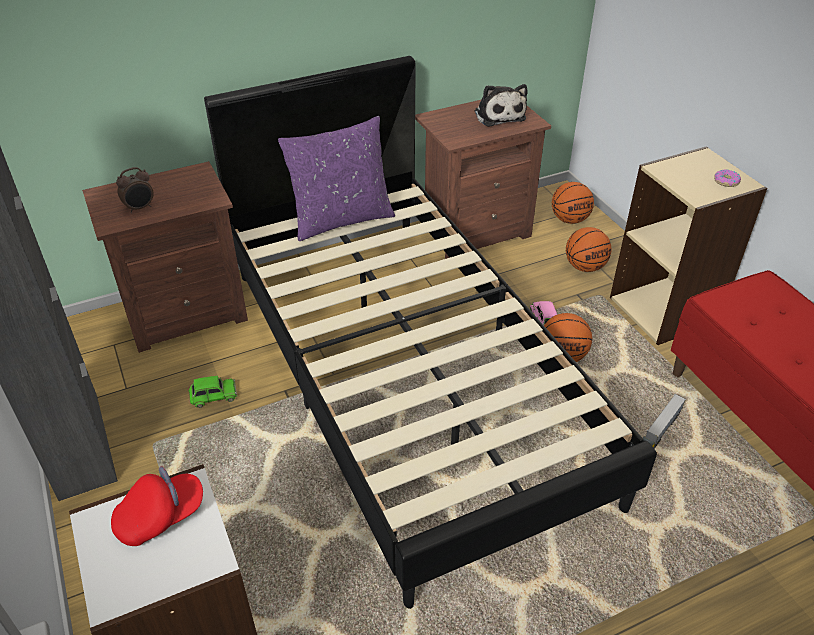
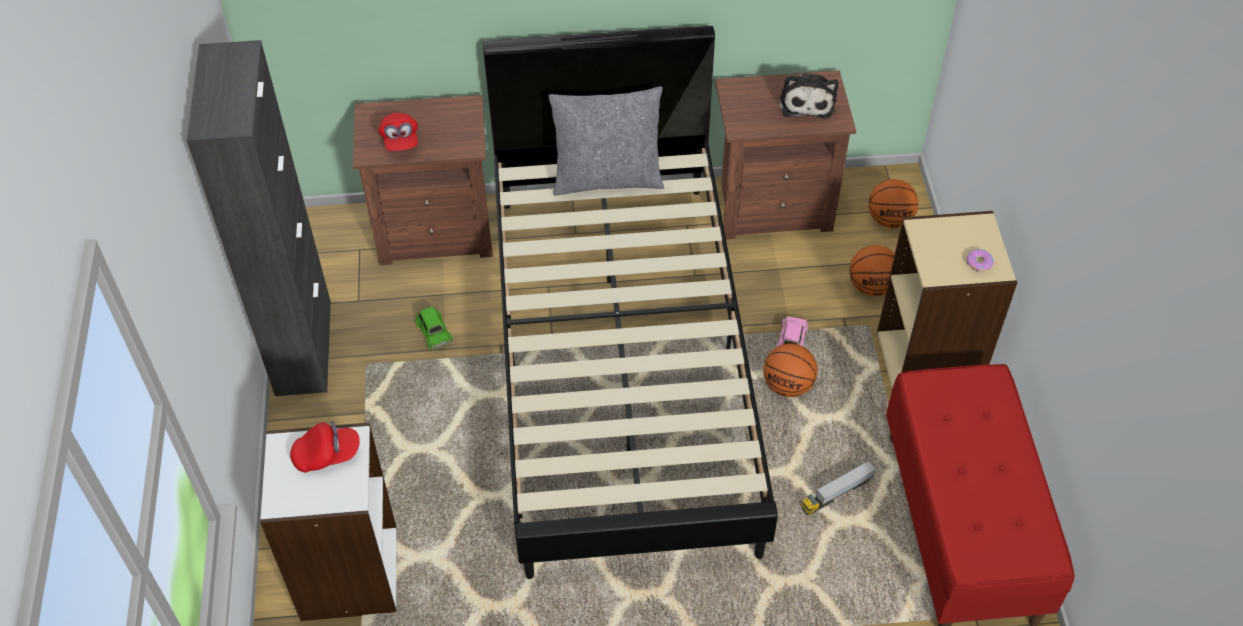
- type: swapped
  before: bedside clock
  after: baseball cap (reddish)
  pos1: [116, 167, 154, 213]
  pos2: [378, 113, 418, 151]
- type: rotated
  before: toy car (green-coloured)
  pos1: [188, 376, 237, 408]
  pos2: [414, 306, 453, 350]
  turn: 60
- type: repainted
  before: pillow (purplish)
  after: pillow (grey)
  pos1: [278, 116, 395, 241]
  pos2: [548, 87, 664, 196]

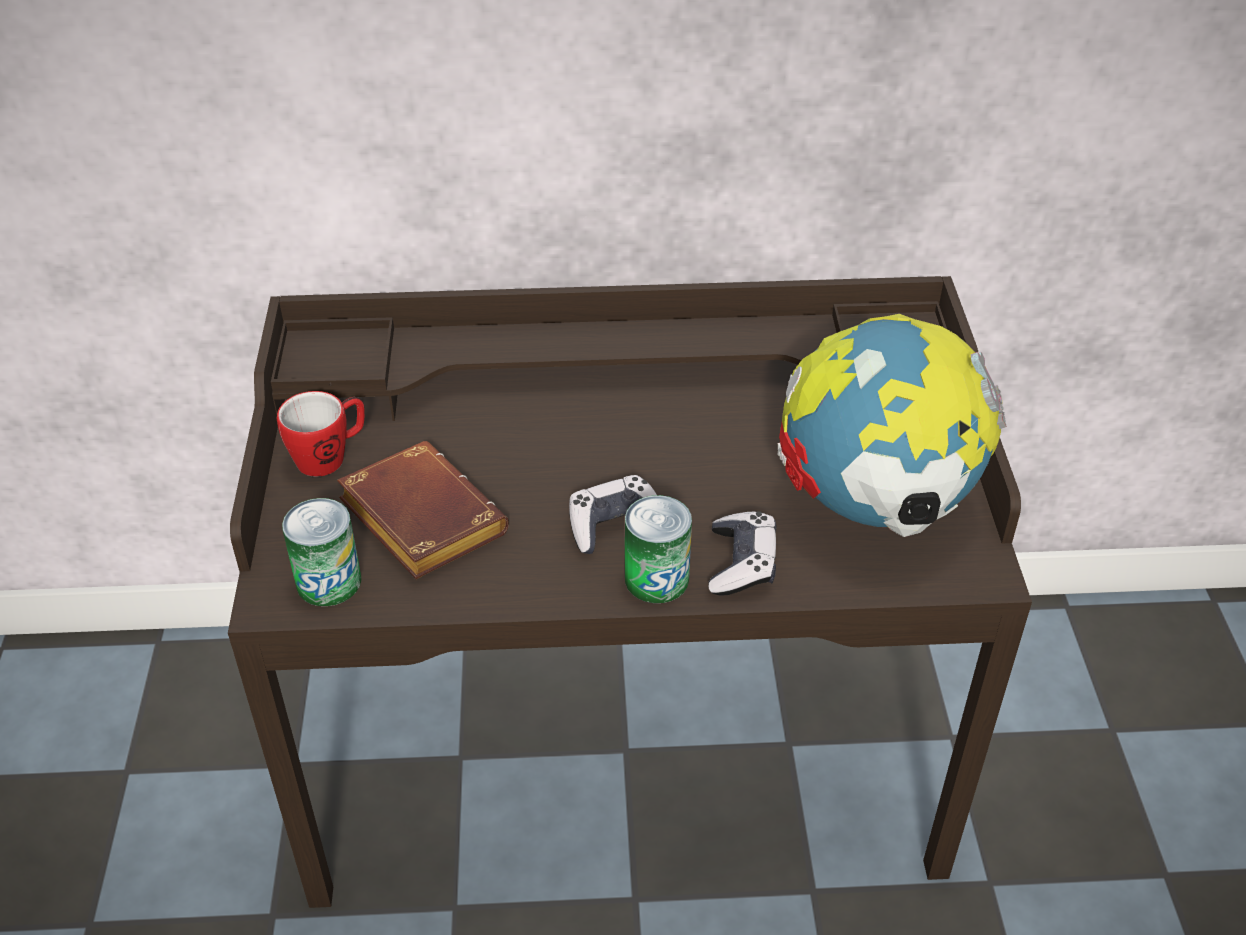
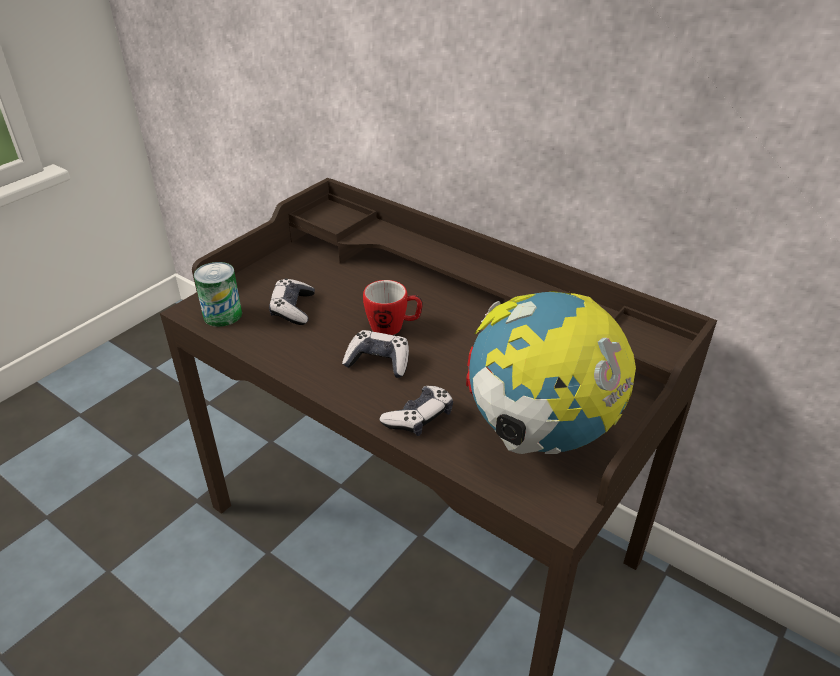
- type: shifted
  before: coffee mug
  pos1: [277, 391, 365, 477]
  pos2: [363, 280, 423, 335]
- type: swapped
  before: bound book (brownish)
  after: joypad
  pos1: [337, 441, 509, 579]
  pos2: [269, 279, 315, 325]
- type: gone
  before: metal can
  pos1: [625, 495, 692, 603]

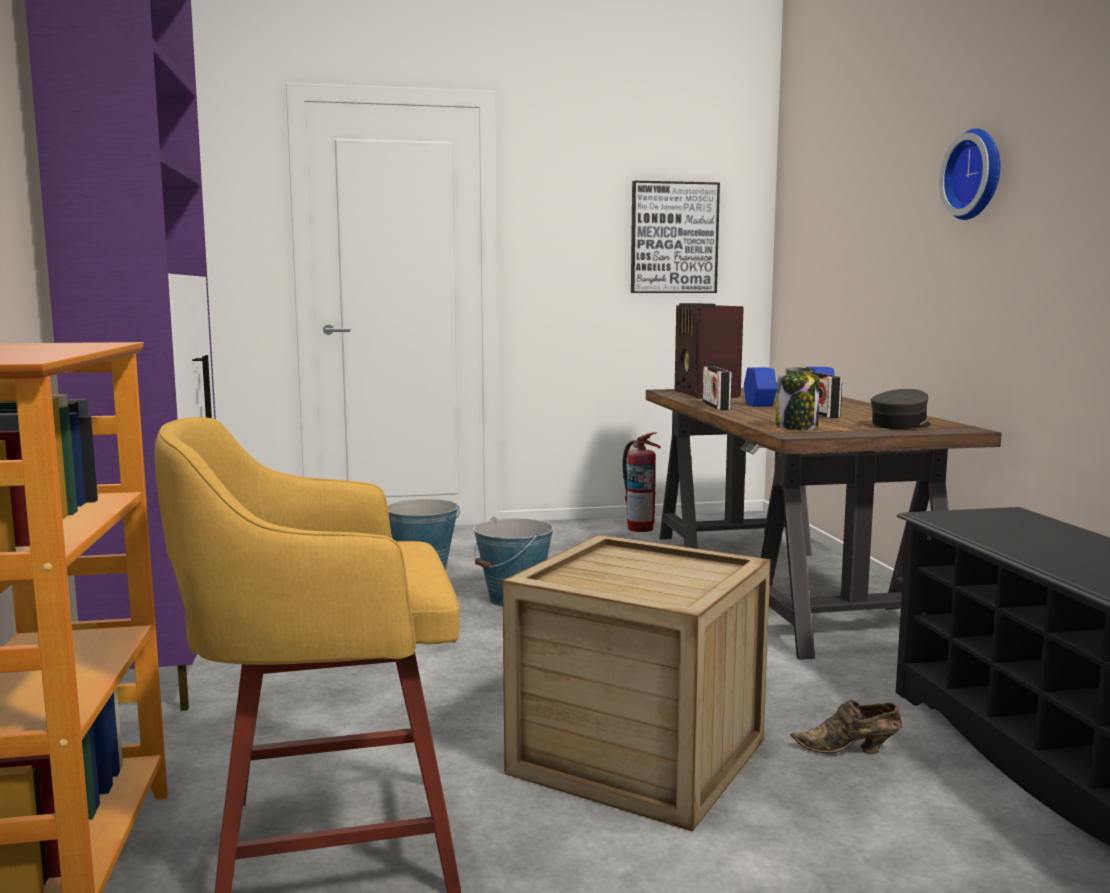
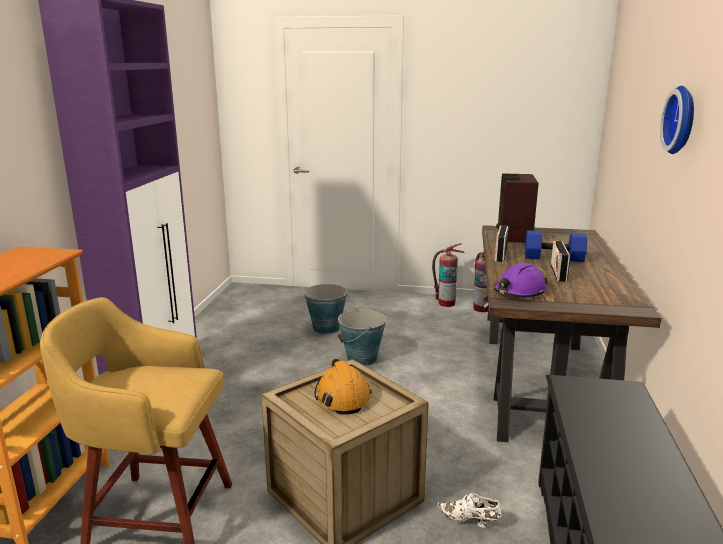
- type: gone
  before: wall picture
  pos1: [631, 181, 720, 293]
- type: swapped
  before: storage jar
  after: work helmet (purplish)
  pos1: [776, 367, 820, 430]
  pos2: [493, 263, 549, 297]
- type: repainted
  before: low shoe (brownish)
  after: low shoe (white)
  pos1: [791, 700, 902, 754]
  pos2: [437, 493, 502, 528]
- type: gone
  before: baseball cap (grey)
  pos1: [871, 389, 931, 429]
- type: new
  after: work helmet (orange)
  pos2: [315, 359, 372, 415]
- type: new
  after: fire-fighting cylinder
  pos2: [432, 243, 464, 307]

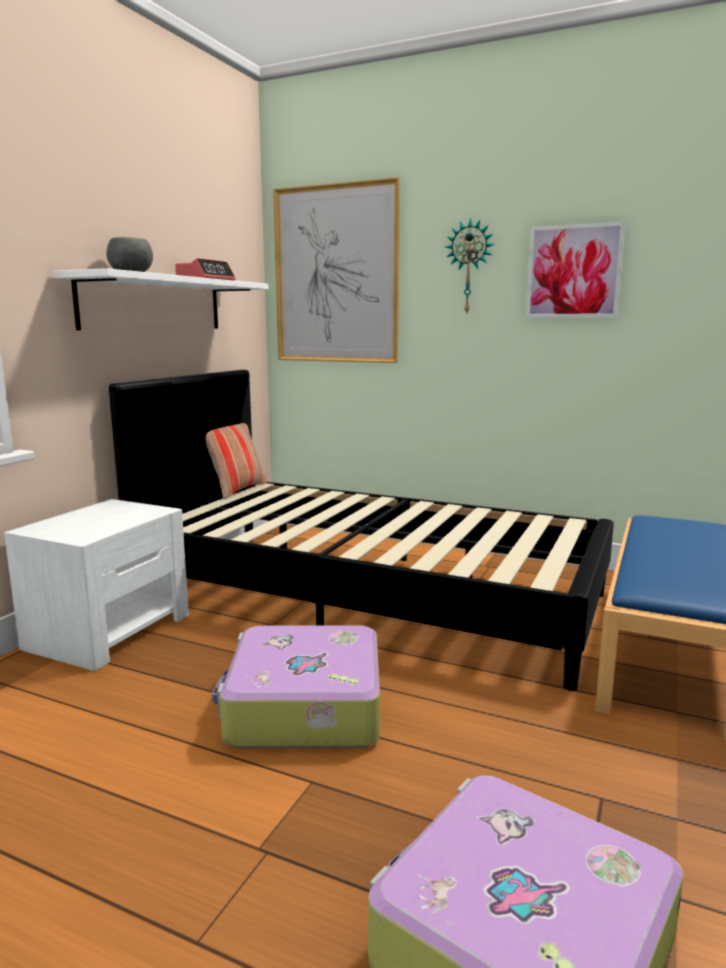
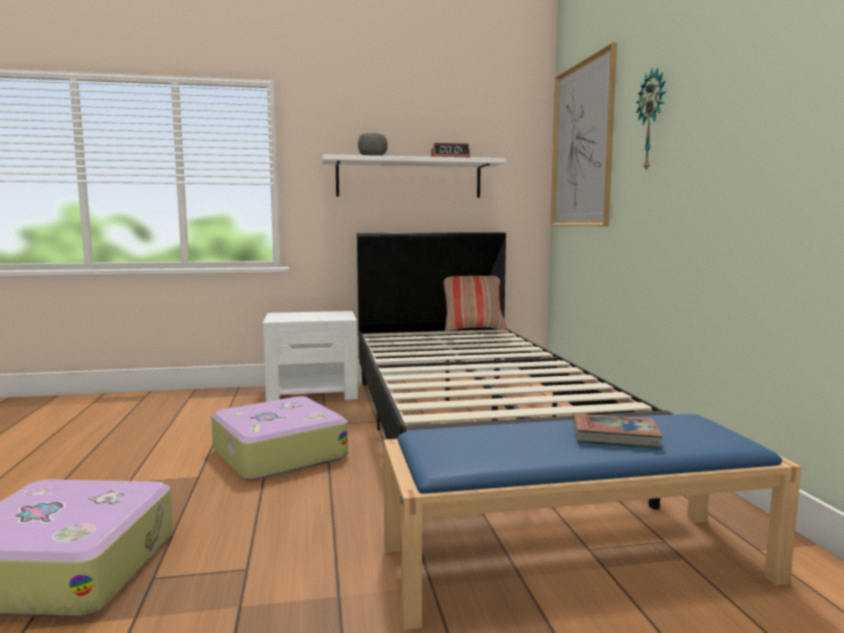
- type: gone
  before: wall picture
  pos1: [526, 222, 626, 318]
- type: new
  after: bound book
  pos2: [573, 414, 663, 449]

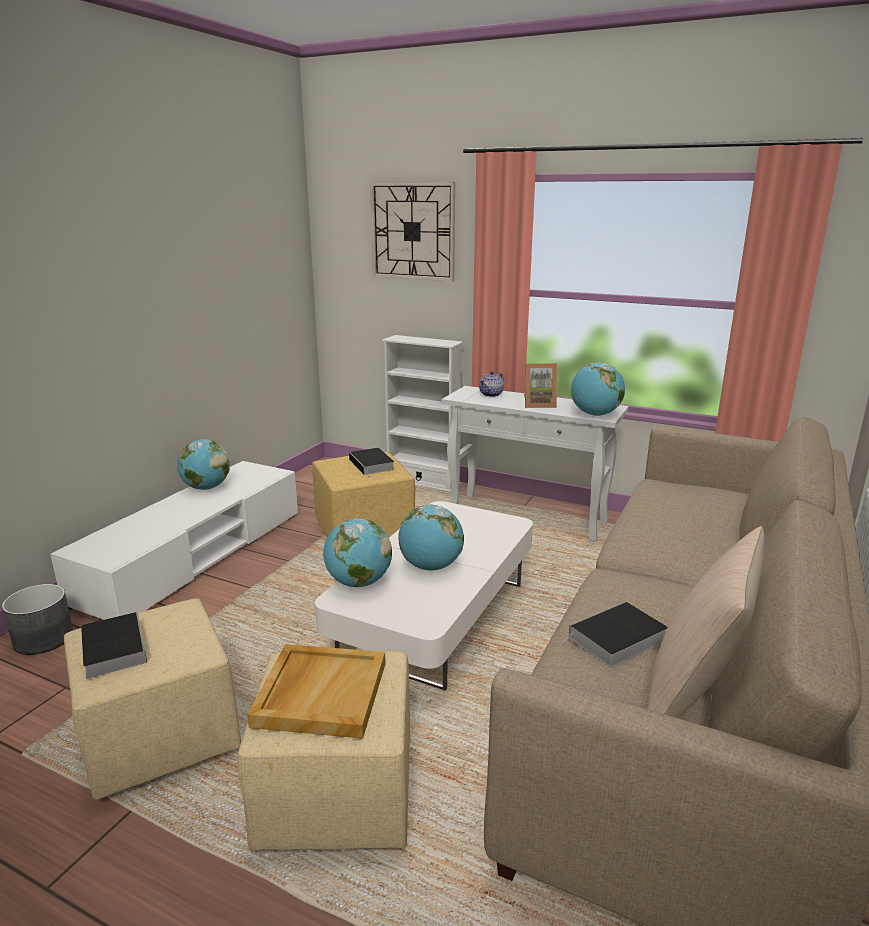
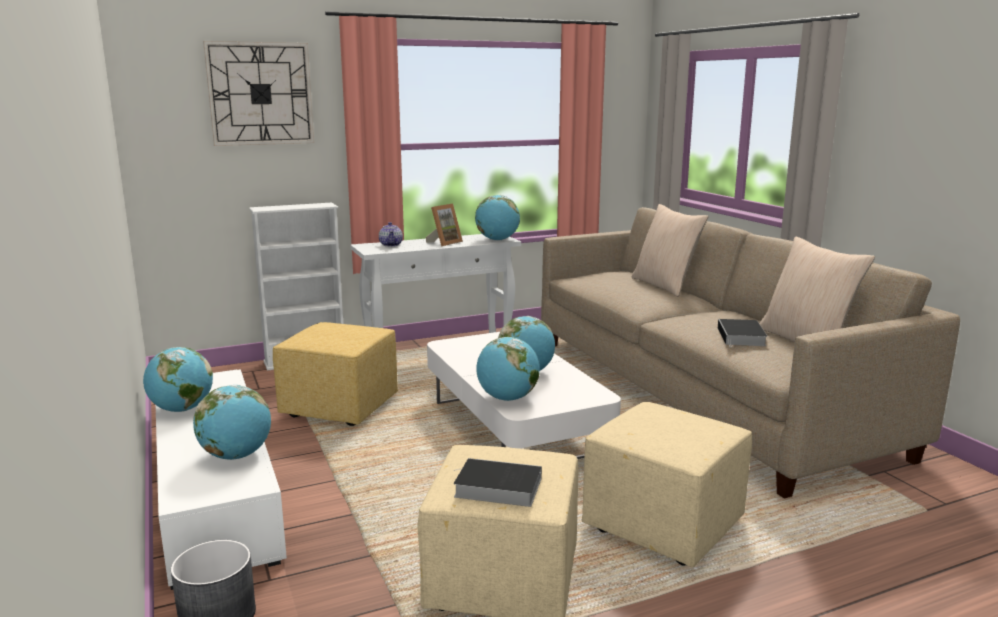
- type: gone
  before: tray (beige-coloured)
  pos1: [247, 644, 385, 739]
- type: gone
  before: bound book
  pos1: [349, 448, 395, 477]
- type: new
  after: globe
  pos2: [193, 385, 271, 460]
- type: new
  after: pillow (beige-coloured)
  pos2: [632, 204, 709, 297]

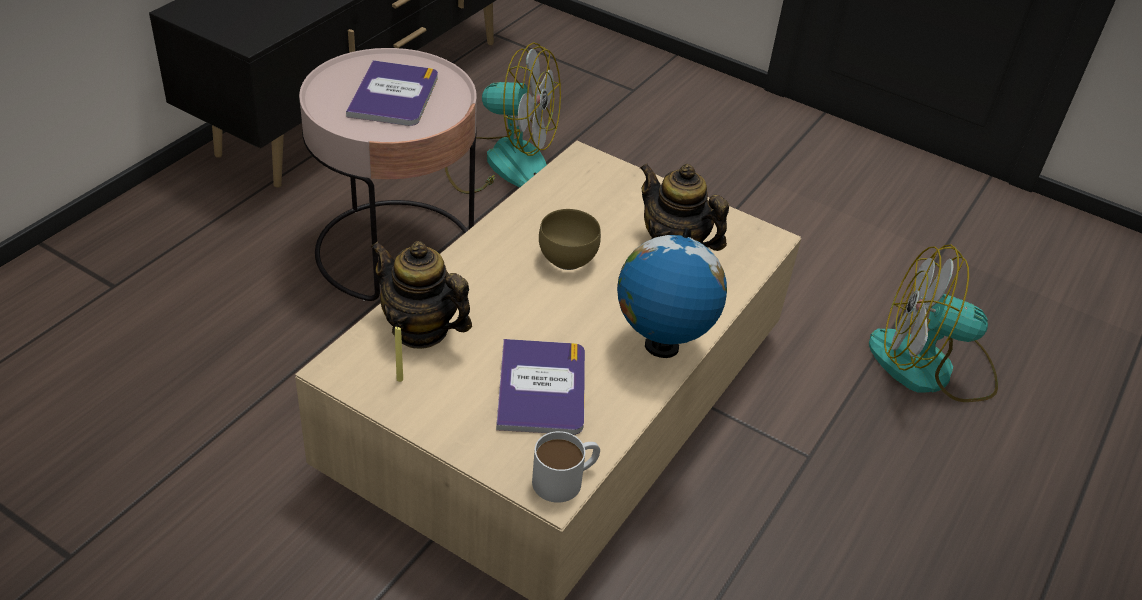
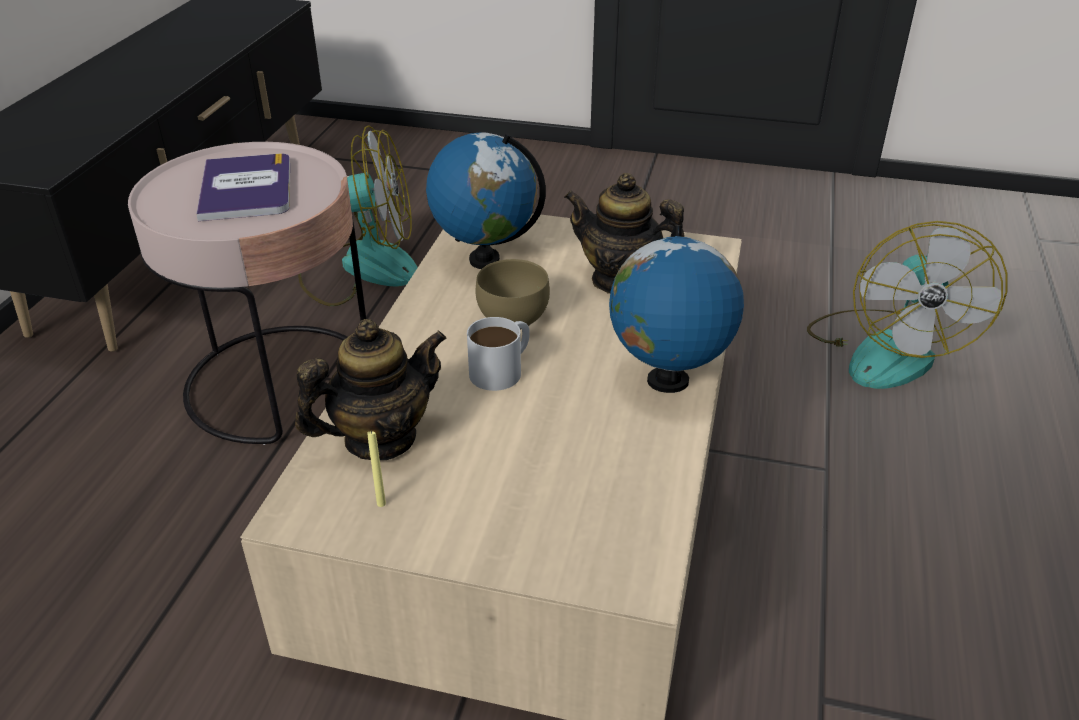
- type: rotated
  before: teapot
  pos1: [371, 241, 472, 349]
  pos2: [295, 319, 447, 460]
  turn: 135
- type: gone
  before: bound book
  pos1: [496, 339, 585, 435]
- type: shifted
  before: coffee mug (white)
  pos1: [532, 431, 600, 503]
  pos2: [467, 317, 530, 391]
- type: rotated
  before: fan
  pos1: [869, 244, 998, 402]
  pos2: [807, 221, 1008, 389]
  turn: -75
- type: new
  after: globe
  pos2: [426, 132, 546, 269]

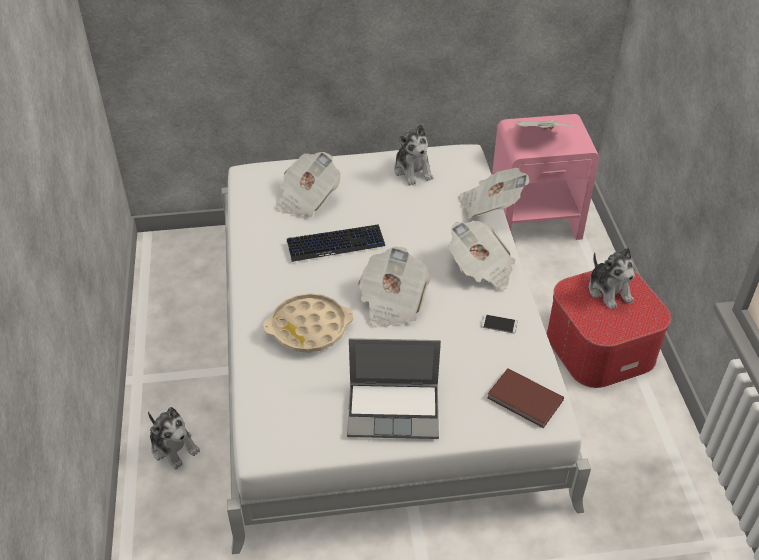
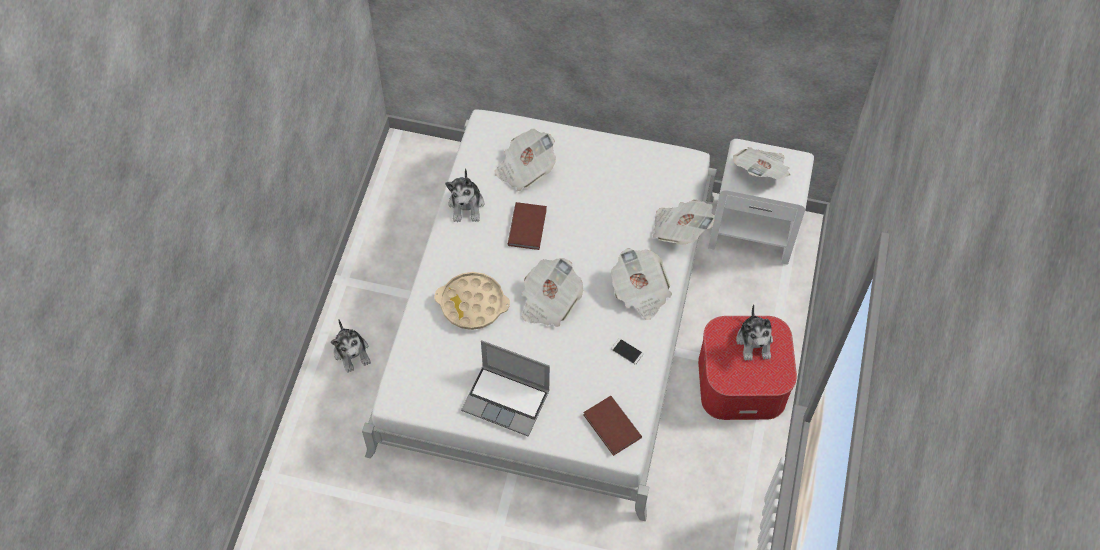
- type: swapped
  before: PC keyboard
  after: bound book (brownish)
  pos1: [287, 225, 385, 262]
  pos2: [508, 202, 547, 250]
- type: shifted
  before: cuddly toy
  pos1: [394, 124, 433, 185]
  pos2: [445, 168, 484, 222]
- type: repainted
  before: bedside table (pink-coloured)
  after: bedside table (white)
  pos1: [492, 114, 599, 240]
  pos2: [708, 139, 814, 265]

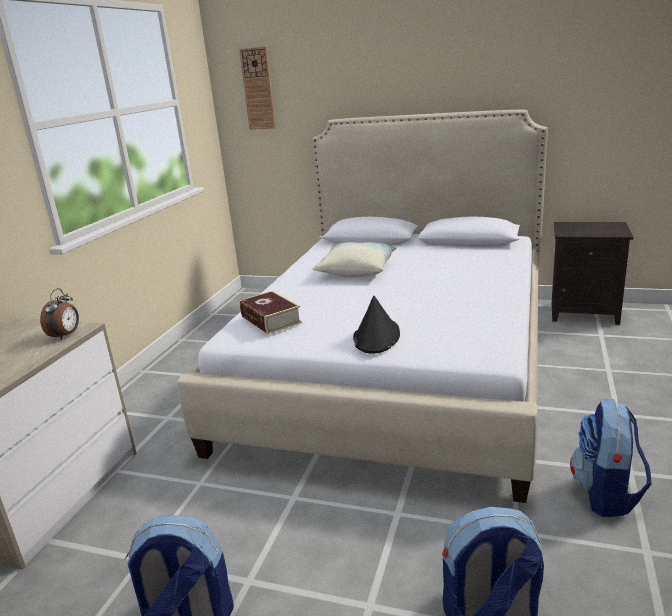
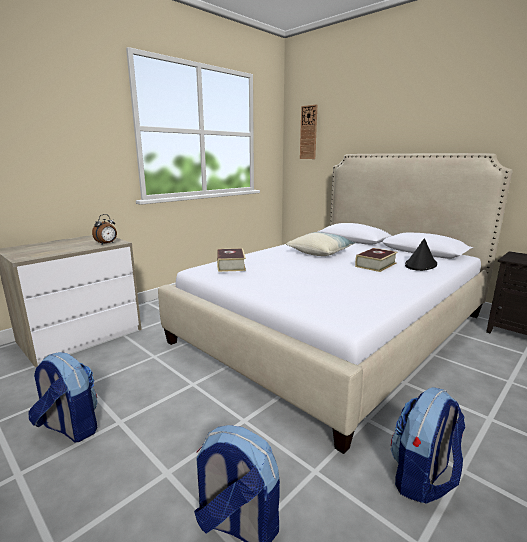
- type: shifted
  before: hat (black)
  pos1: [353, 296, 400, 354]
  pos2: [405, 238, 437, 271]
- type: new
  after: bound book
  pos2: [355, 248, 398, 272]

